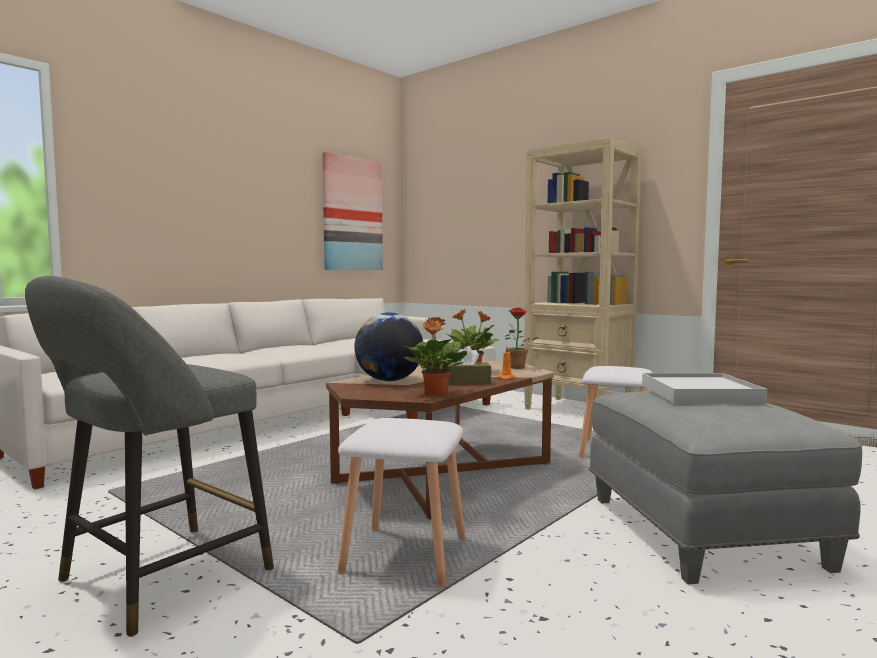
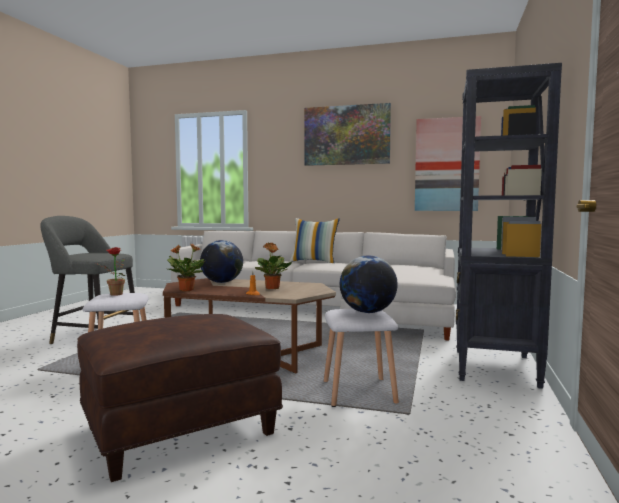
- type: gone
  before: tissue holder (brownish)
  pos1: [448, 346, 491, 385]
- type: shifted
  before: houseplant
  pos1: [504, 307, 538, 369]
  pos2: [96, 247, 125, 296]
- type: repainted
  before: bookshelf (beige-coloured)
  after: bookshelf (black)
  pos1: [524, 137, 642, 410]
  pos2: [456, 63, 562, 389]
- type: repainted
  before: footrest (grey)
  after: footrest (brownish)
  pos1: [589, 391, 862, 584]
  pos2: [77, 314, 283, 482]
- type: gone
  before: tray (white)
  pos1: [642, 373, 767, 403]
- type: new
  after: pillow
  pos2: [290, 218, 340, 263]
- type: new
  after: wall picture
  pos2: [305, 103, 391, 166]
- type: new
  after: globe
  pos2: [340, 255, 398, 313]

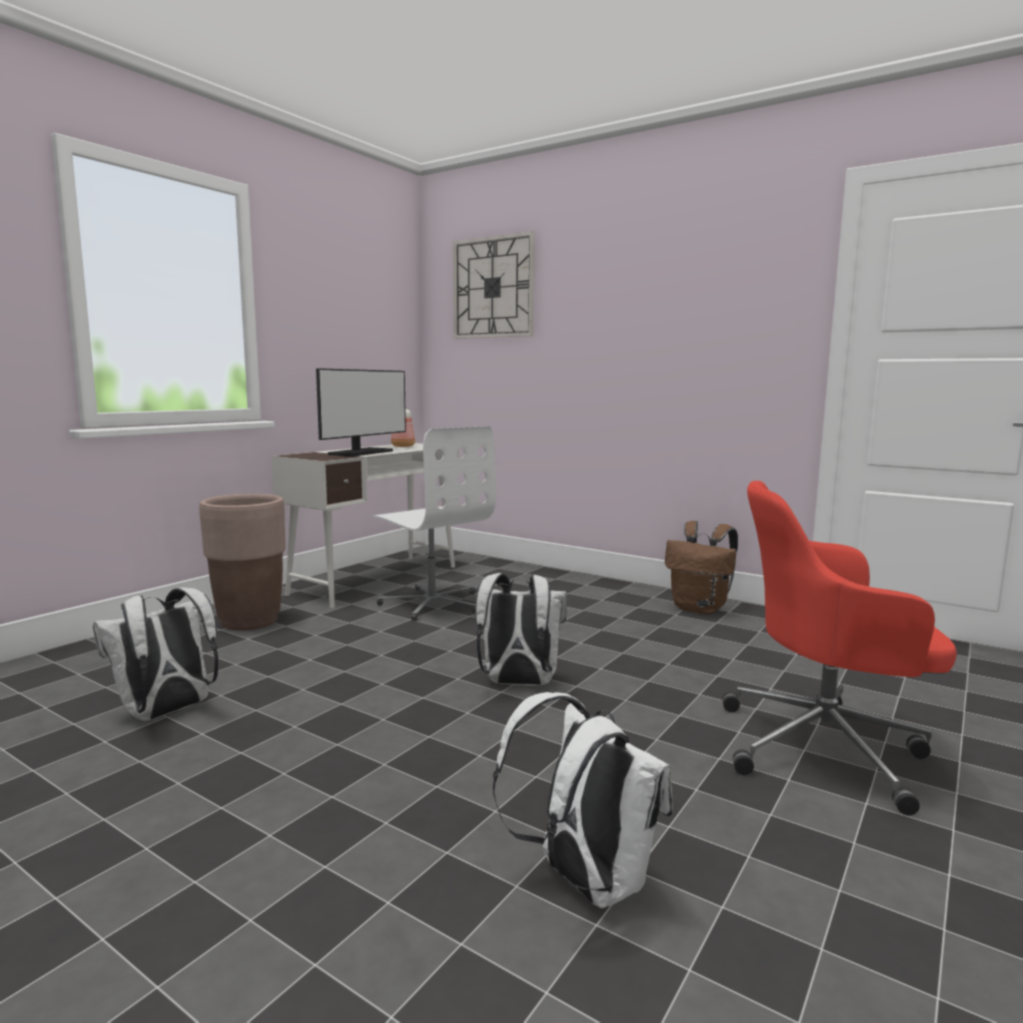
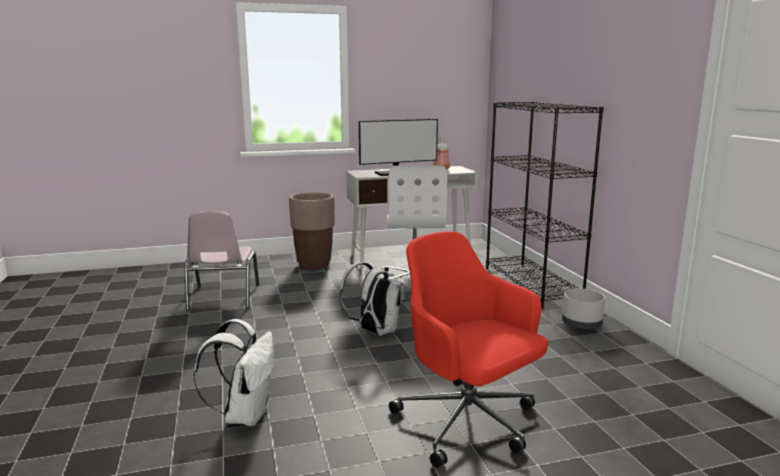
- type: swapped
  before: knapsack (white)
  after: chair (pink-coloured)
  pos1: [93, 588, 219, 721]
  pos2: [184, 211, 259, 310]
- type: gone
  before: clock on the wall
  pos1: [453, 231, 535, 339]
- type: swapped
  before: knapsack (brownish)
  after: planter (grey)
  pos1: [665, 521, 738, 614]
  pos2: [562, 289, 605, 330]
- type: new
  after: bookshelf (black)
  pos2: [486, 102, 604, 308]

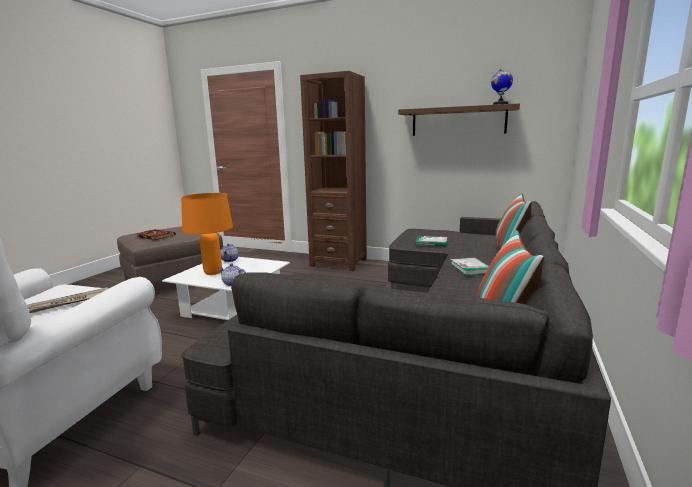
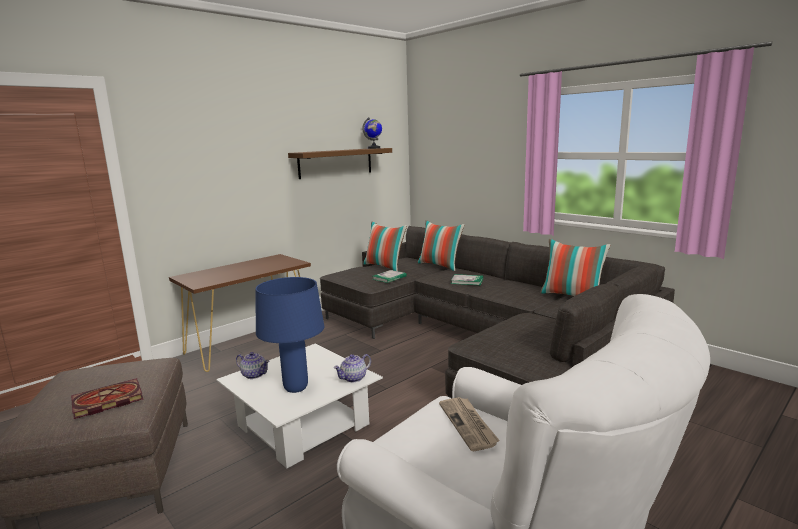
- type: repainted
  before: table lamp (orange)
  after: table lamp (bluish)
  pos1: [181, 193, 233, 275]
  pos2: [255, 277, 324, 393]
- type: swapped
  before: bookshelf (brownish)
  after: console table (brownish)
  pos1: [300, 71, 367, 271]
  pos2: [169, 254, 311, 372]
- type: new
  after: pillow
  pos2: [363, 222, 407, 271]

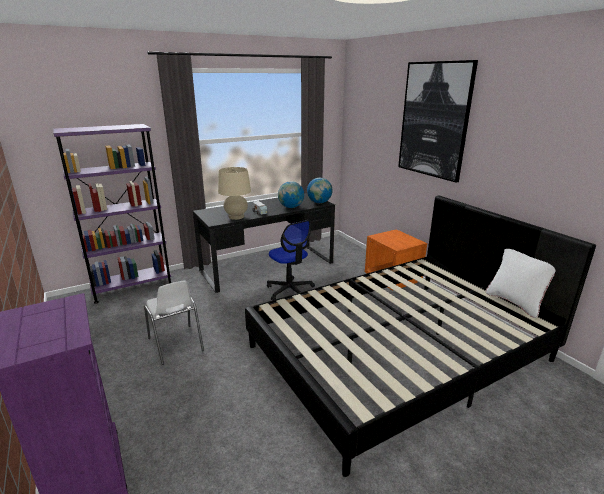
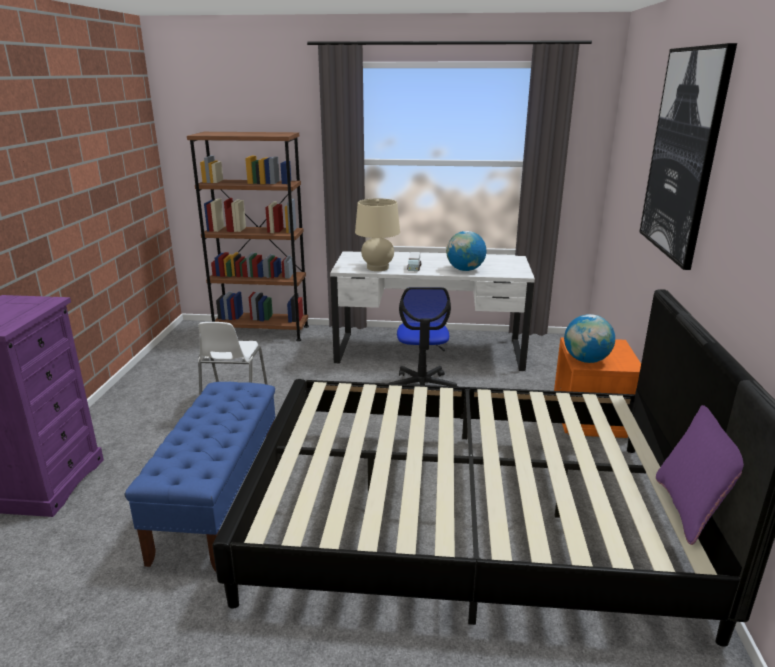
- type: repainted
  before: bookshelf (purplish)
  after: bookshelf (brownish)
  pos1: [53, 124, 171, 304]
  pos2: [187, 132, 309, 341]
- type: repainted
  before: desk (black)
  after: desk (white)
  pos1: [193, 193, 335, 293]
  pos2: [330, 251, 535, 371]
- type: shifted
  before: globe
  pos1: [307, 178, 333, 203]
  pos2: [564, 314, 615, 363]
- type: repainted
  before: pillow (white)
  after: pillow (purplish)
  pos1: [485, 249, 556, 318]
  pos2: [656, 405, 744, 545]
- type: new
  after: long seat (bluish)
  pos2: [125, 382, 276, 572]

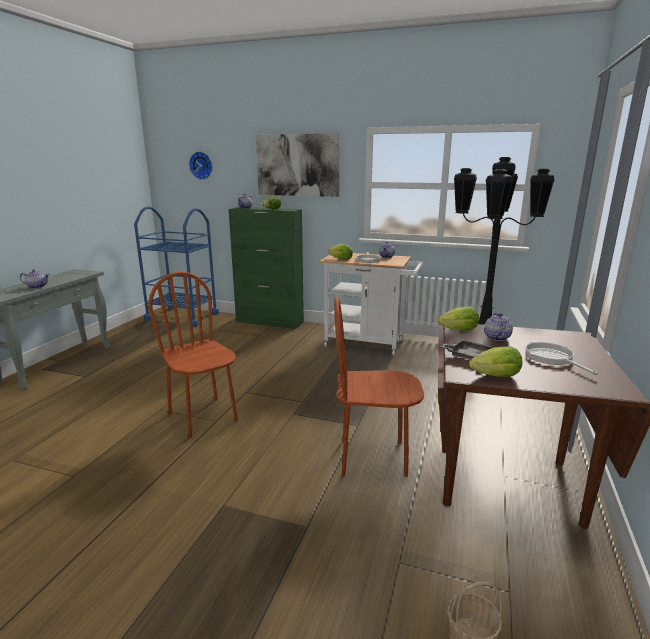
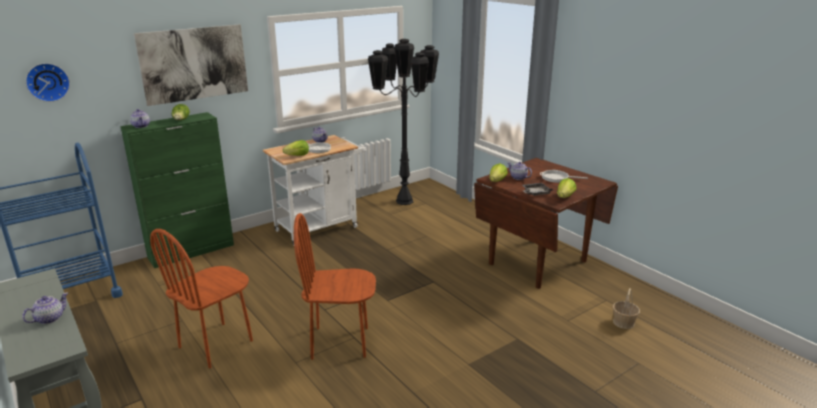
- type: shifted
  before: chair (brownish)
  pos1: [334, 298, 424, 477]
  pos2: [150, 229, 253, 369]

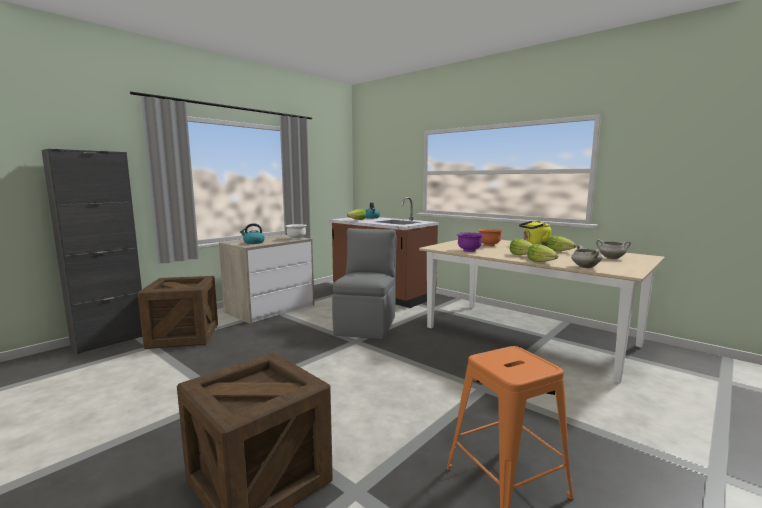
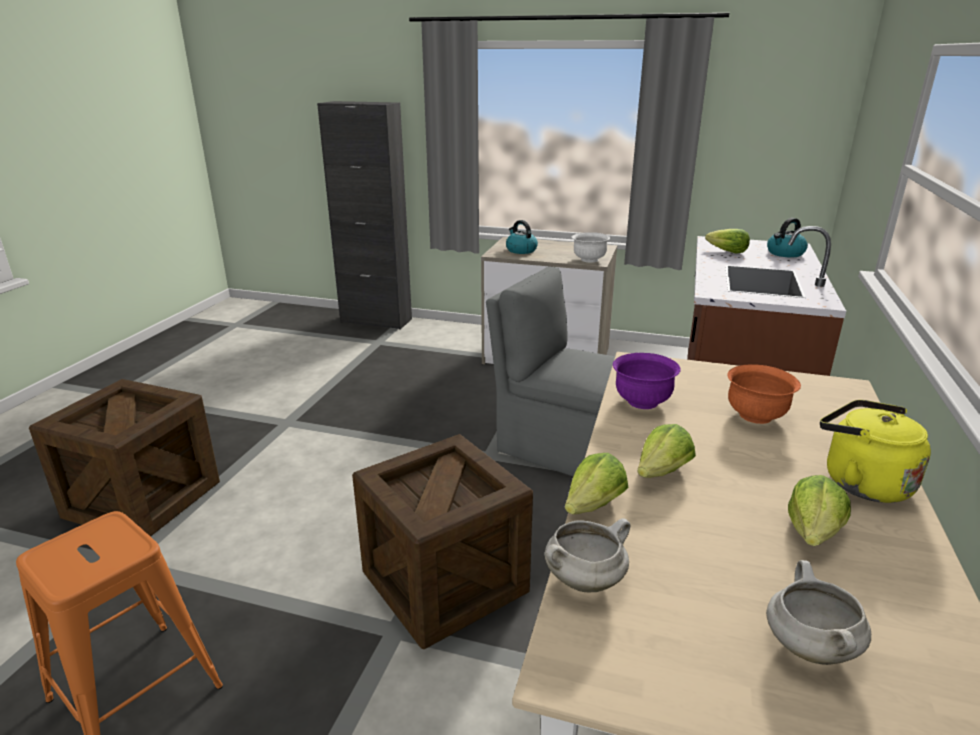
- type: shifted
  before: packing crate
  pos1: [138, 276, 218, 349]
  pos2: [352, 434, 533, 649]
- type: rotated
  before: chair (grey)
  pos1: [332, 228, 397, 339]
  pos2: [486, 267, 615, 476]
  turn: -135

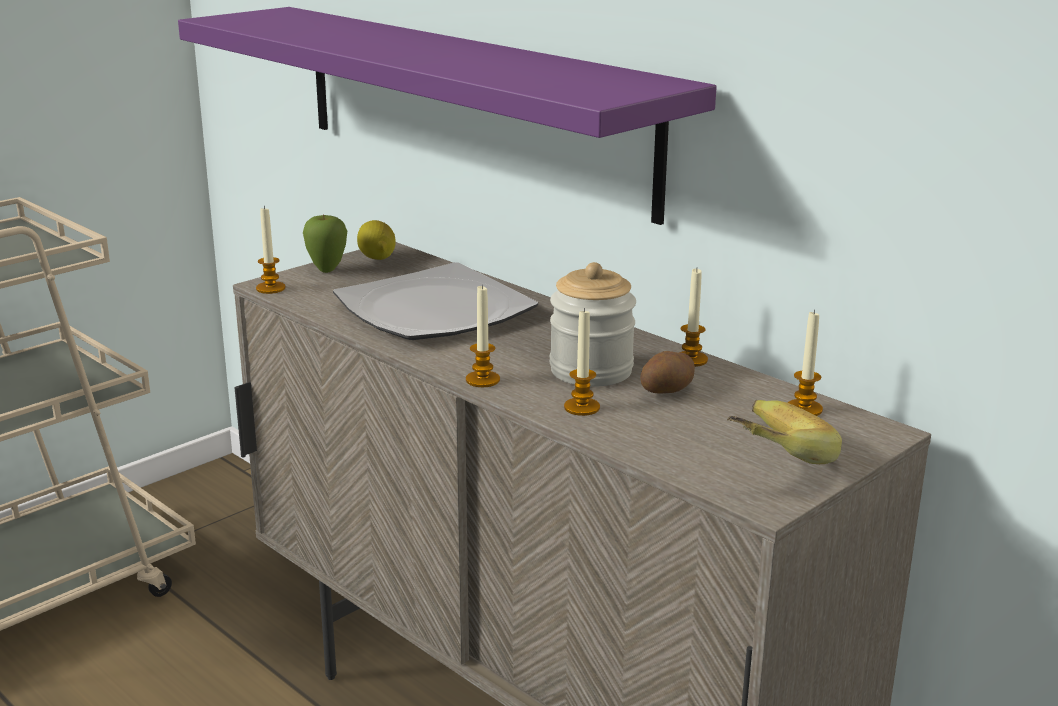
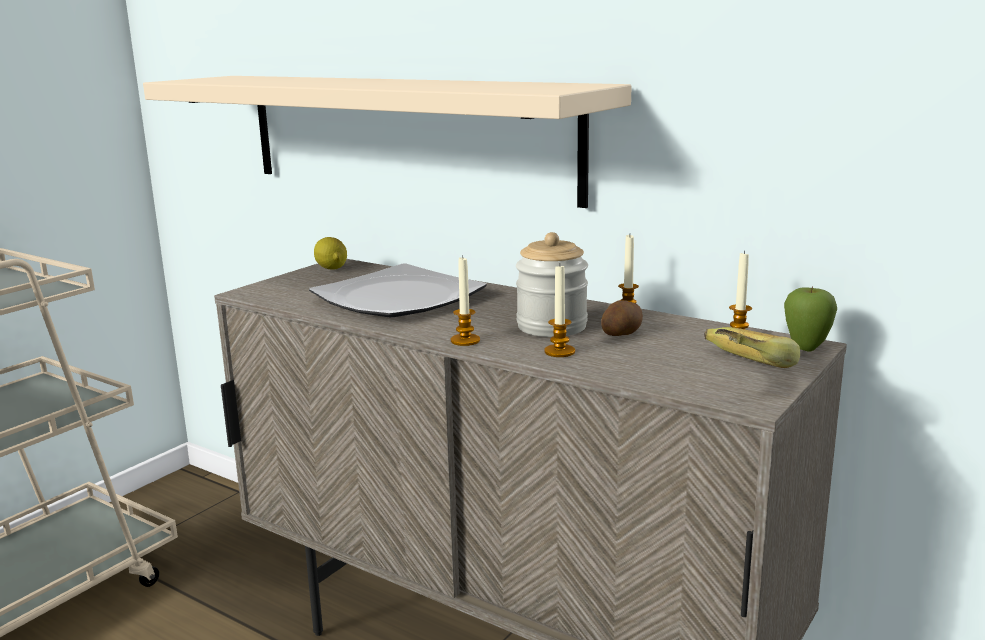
- type: repainted
  before: shelf (purplish)
  after: shelf (beige-coloured)
  pos1: [178, 7, 717, 225]
  pos2: [143, 76, 632, 208]
- type: gone
  before: wax light
  pos1: [256, 206, 286, 294]
- type: shifted
  before: whole apple
  pos1: [303, 214, 347, 273]
  pos2: [784, 286, 837, 351]

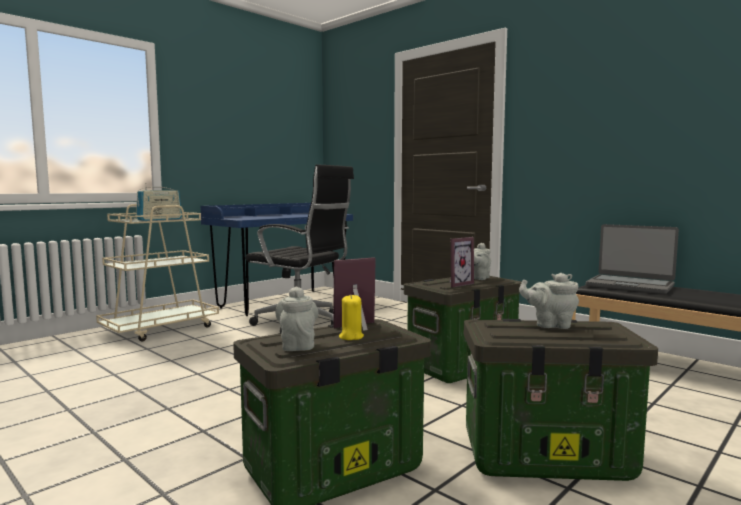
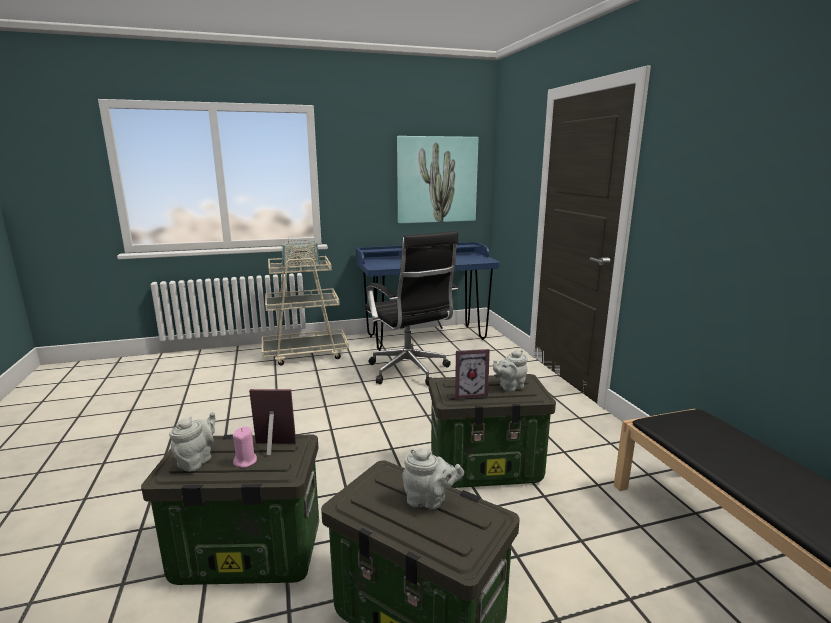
- type: repainted
  before: wax light (yellow)
  after: wax light (pink-coloured)
  pos1: [339, 294, 364, 340]
  pos2: [233, 427, 257, 468]
- type: rotated
  before: teapot (grey)
  pos1: [519, 273, 579, 329]
  pos2: [402, 448, 464, 509]
  turn: 150
- type: gone
  before: portable computer
  pos1: [586, 224, 679, 294]
- type: new
  after: wall picture
  pos2: [397, 136, 479, 223]

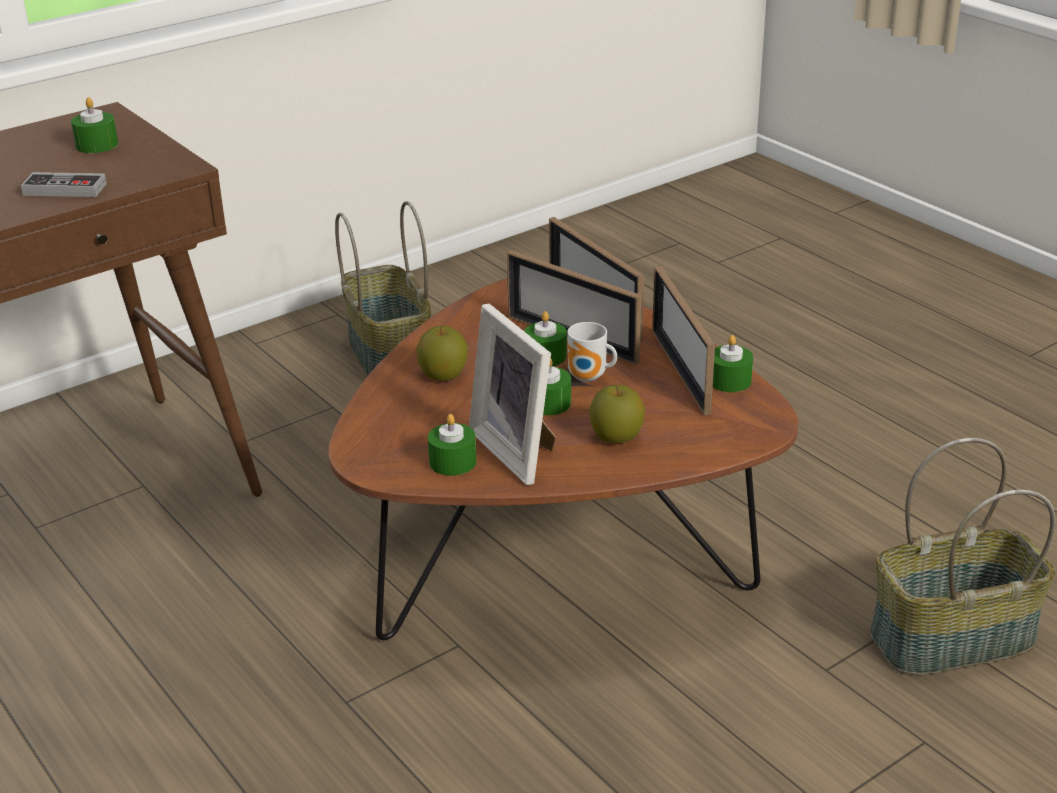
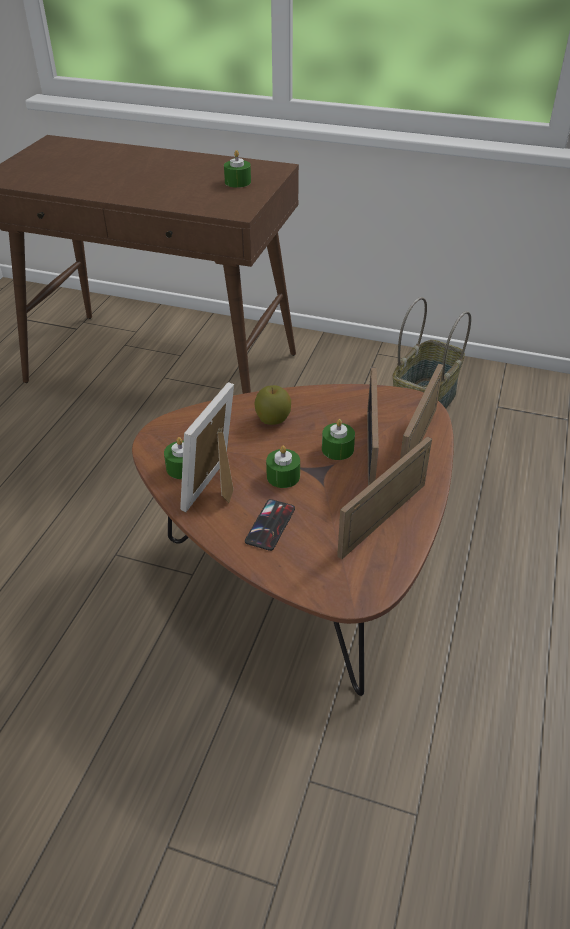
- type: gone
  before: joypad
  pos1: [21, 172, 107, 197]
- type: gone
  before: coffee mug
  pos1: [567, 322, 617, 382]
- type: swapped
  before: whole apple
  after: telephone
  pos1: [589, 385, 645, 443]
  pos2: [245, 499, 295, 551]
- type: gone
  before: wax light (green-coloured)
  pos1: [713, 335, 753, 392]
- type: gone
  before: basket
  pos1: [870, 438, 1056, 675]

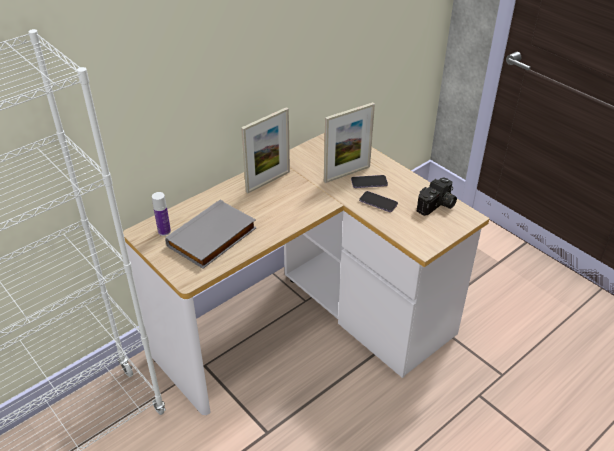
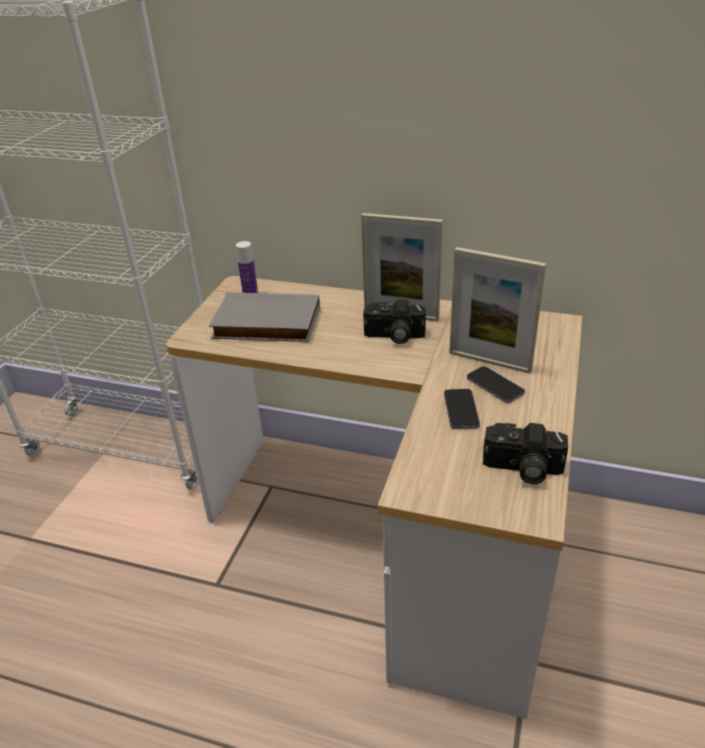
- type: new
  after: still camera
  pos2: [363, 299, 426, 344]

